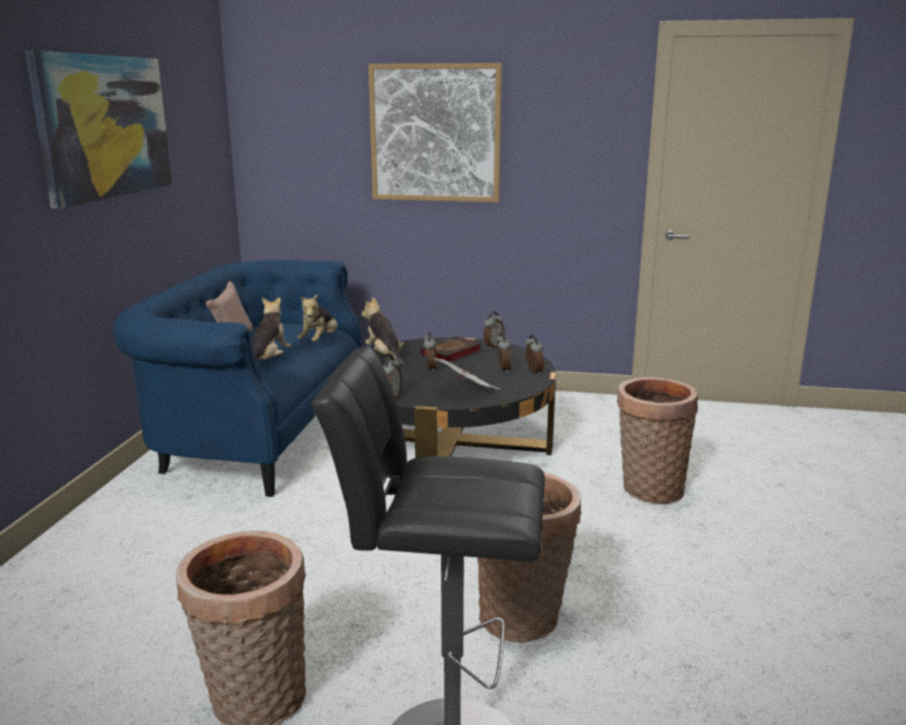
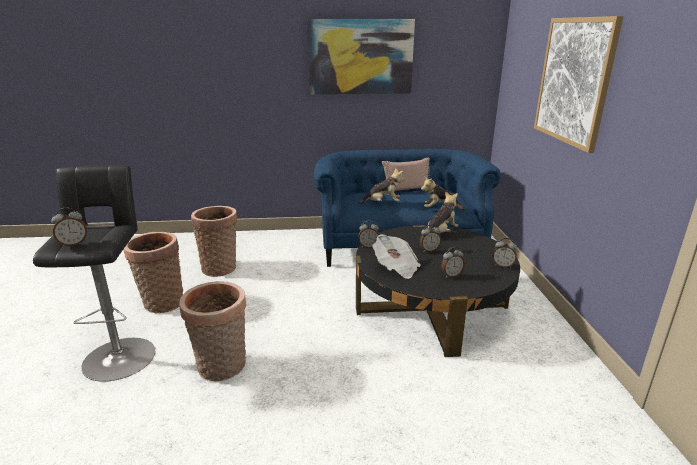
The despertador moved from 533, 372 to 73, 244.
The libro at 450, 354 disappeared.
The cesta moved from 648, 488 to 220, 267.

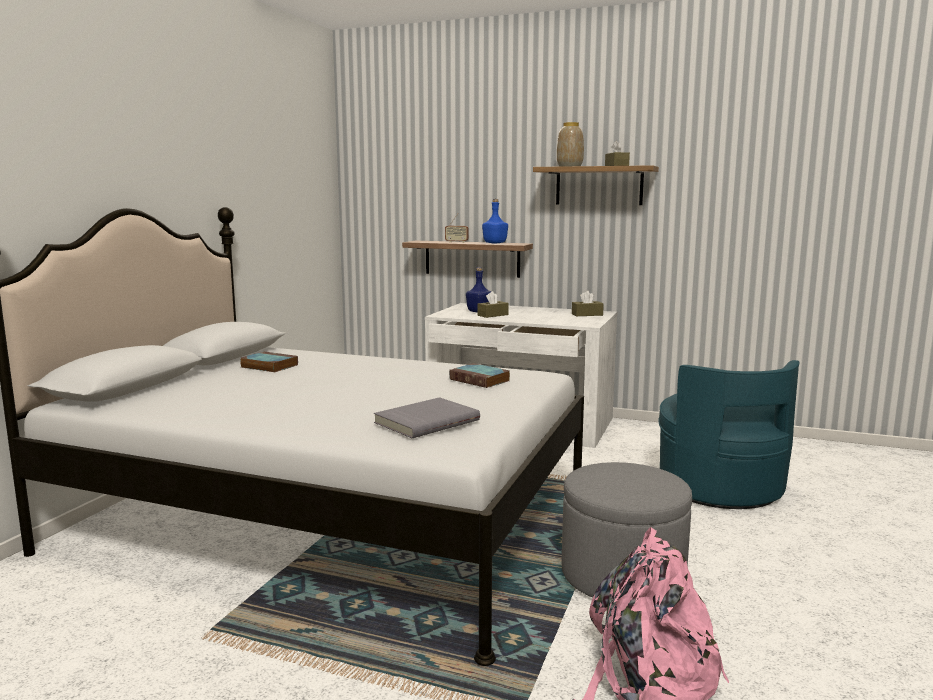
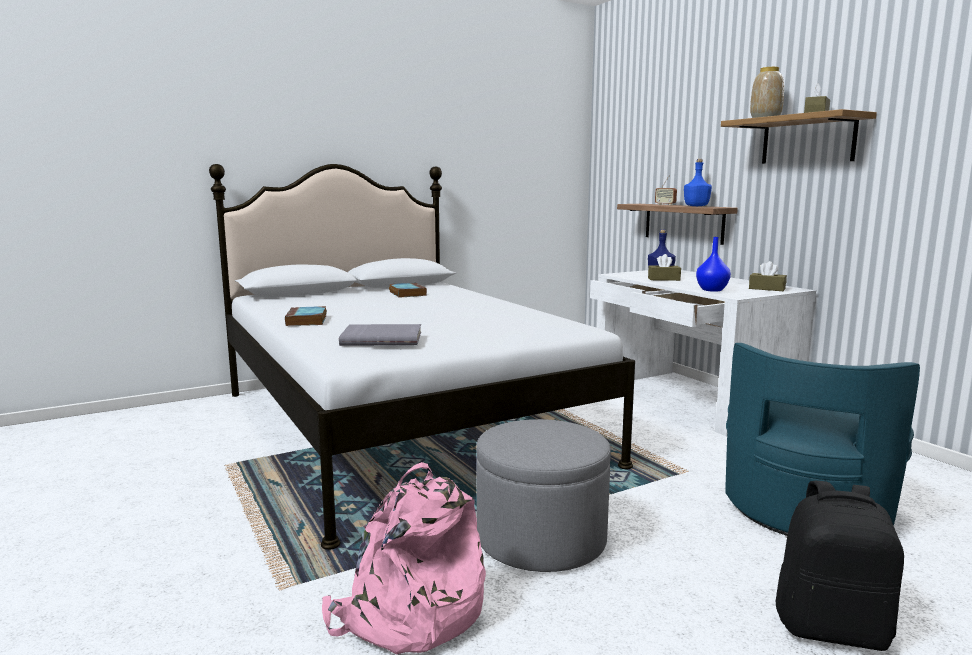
The libro moved from 481, 380 to 307, 321.
The florero (azul) at 712, 290 appeared.
The mochila (negro) at 832, 628 appeared.

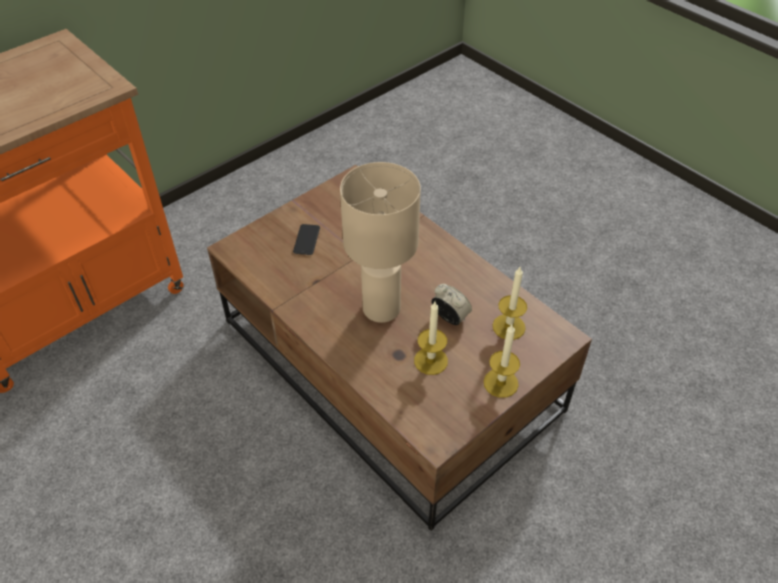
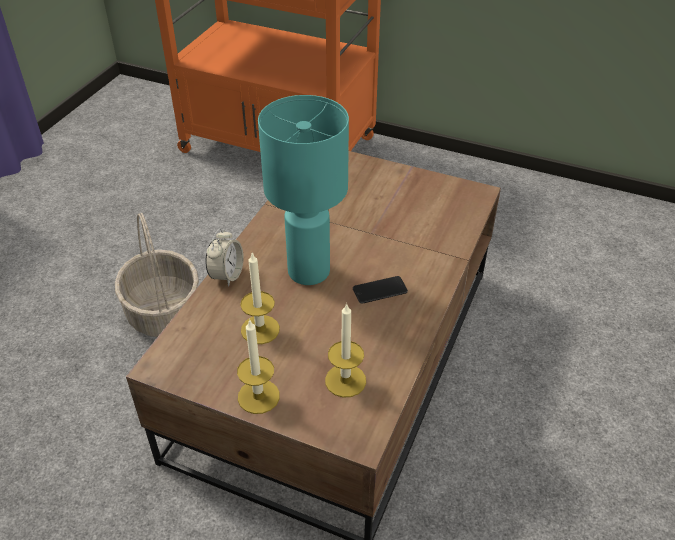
The lámpara de mesa (beis) at 380, 308 became the lámpara de mesa (turquesa) at 308, 270.
The móvil moved from 306, 240 to 380, 290.
The despertador moved from 450, 318 to 227, 275.
The cesta at 163, 312 appeared.

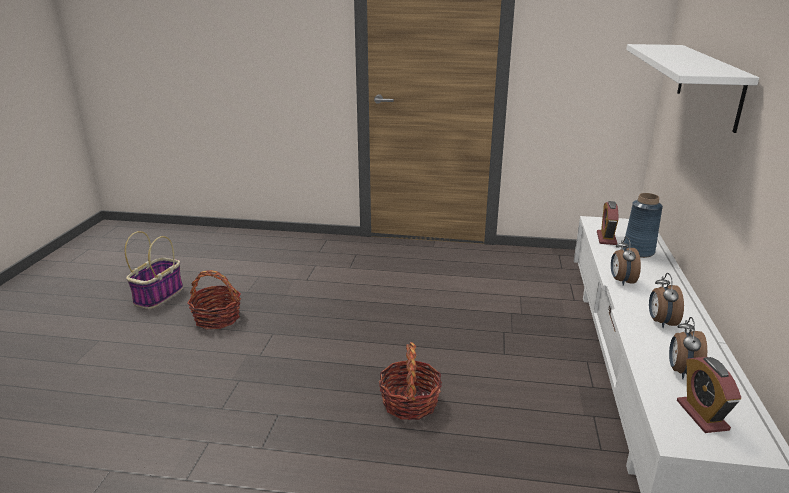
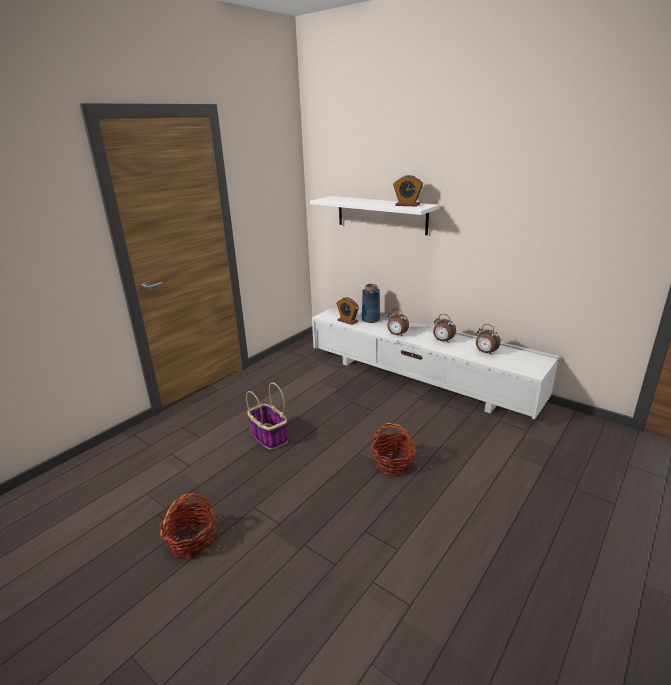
The cesta moved from 159, 295 to 268, 436.
The despertador moved from 702, 415 to 407, 205.

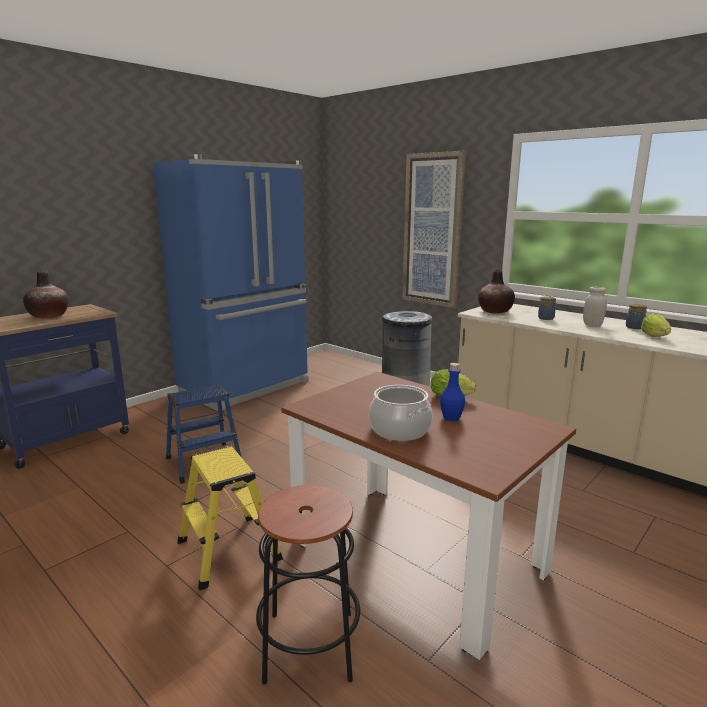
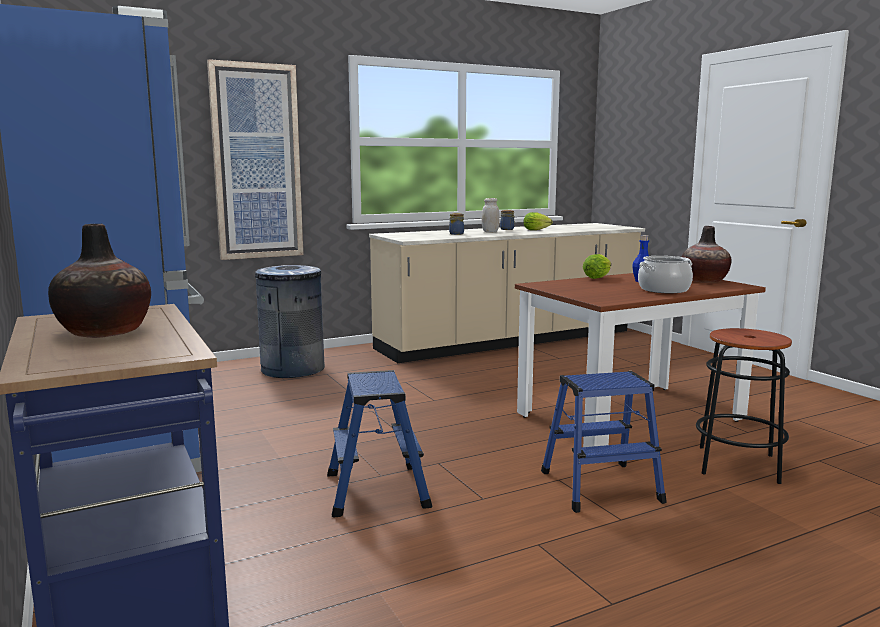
The florero moved from 494, 311 to 704, 281.
The escalera de tijera (amarillo) at 228, 550 became the escalera de tijera (azul) at 600, 486.

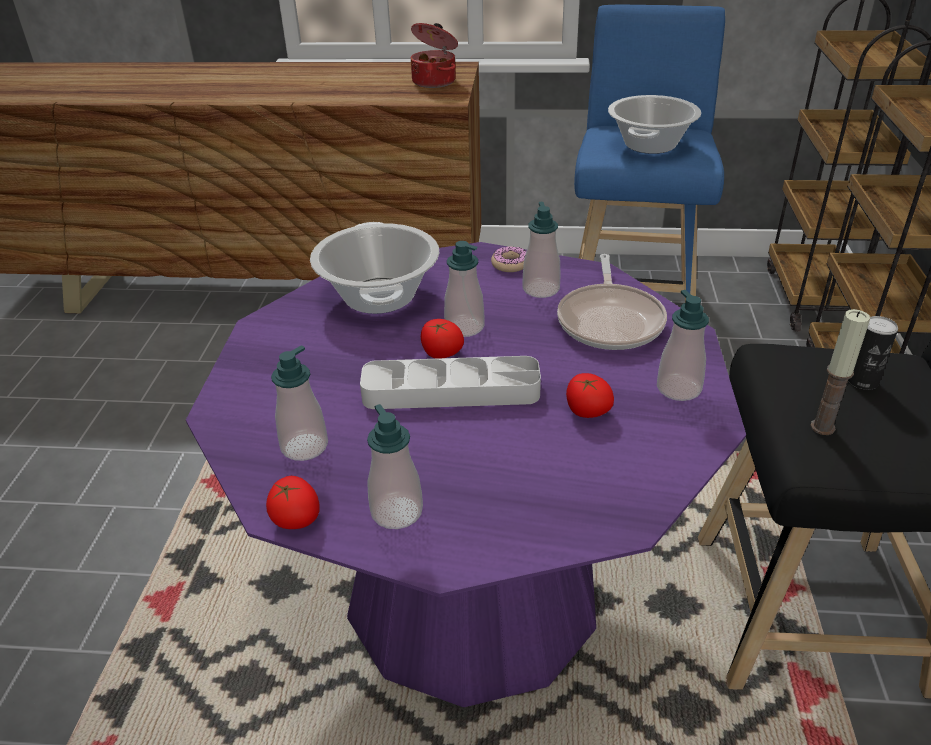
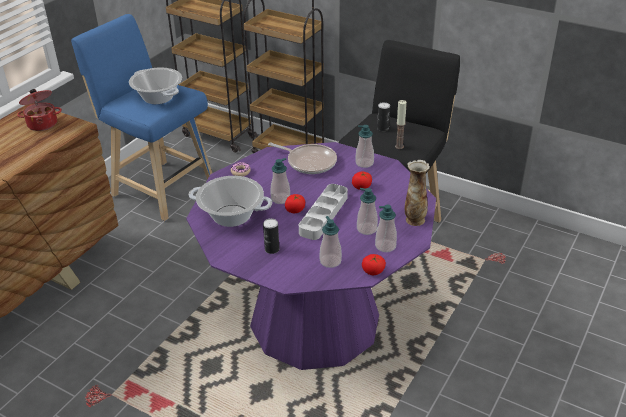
The dispensador de jabón moved from 541, 289 to 367, 229.
The florero at 414, 219 appeared.
The lata at 272, 249 appeared.

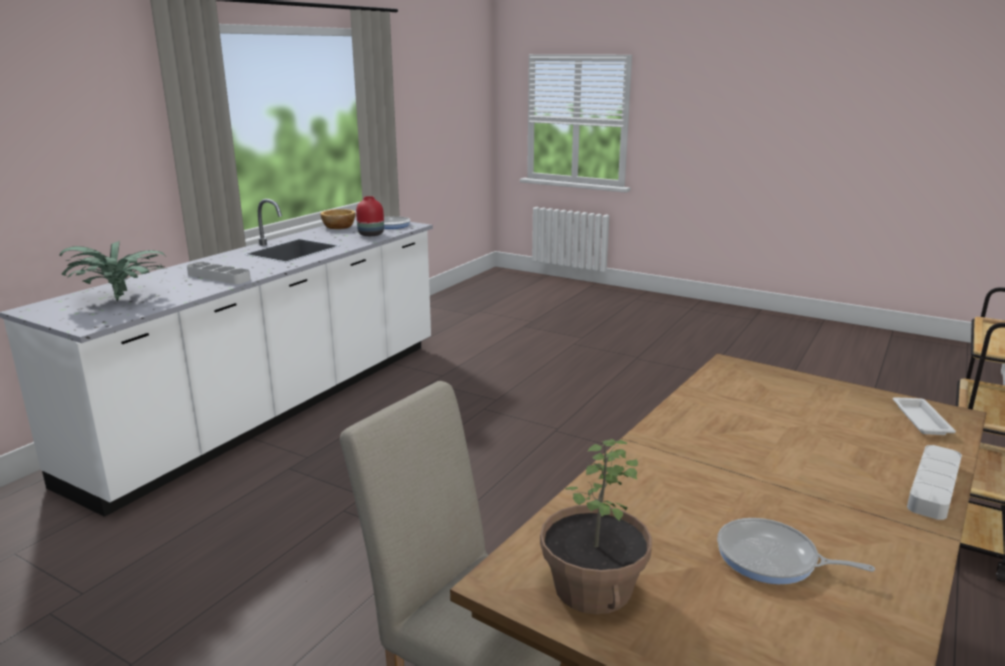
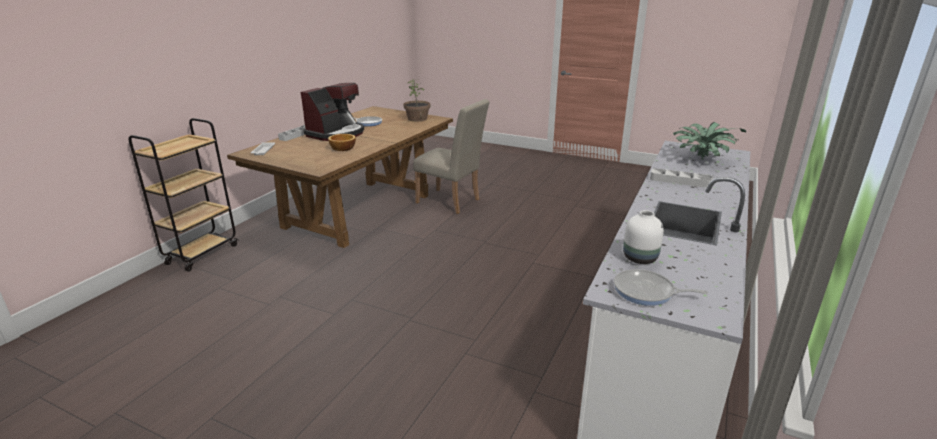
The florero (rojo) at 371, 235 became the florero (blanco) at 639, 258.
The cuenco moved from 339, 227 to 342, 148.
The cafetera at 336, 133 appeared.

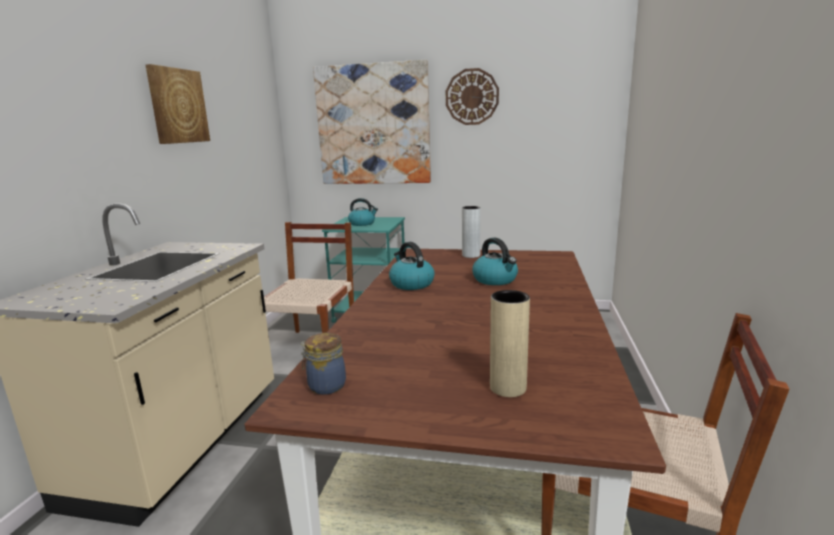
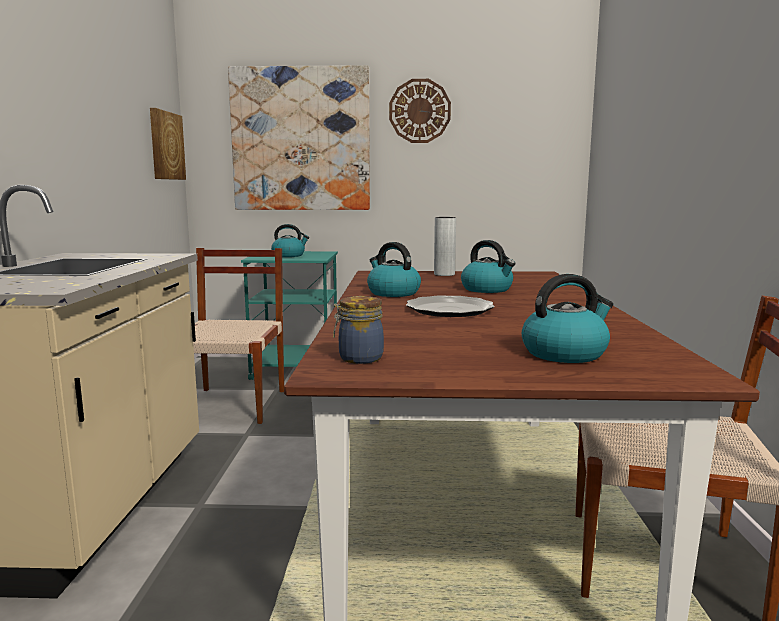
The cuadro moved from 177, 106 to 166, 146.
The florero (beis) at 508, 388 was replaced by the hervidor at 565, 353.
The plato at 450, 310 appeared.

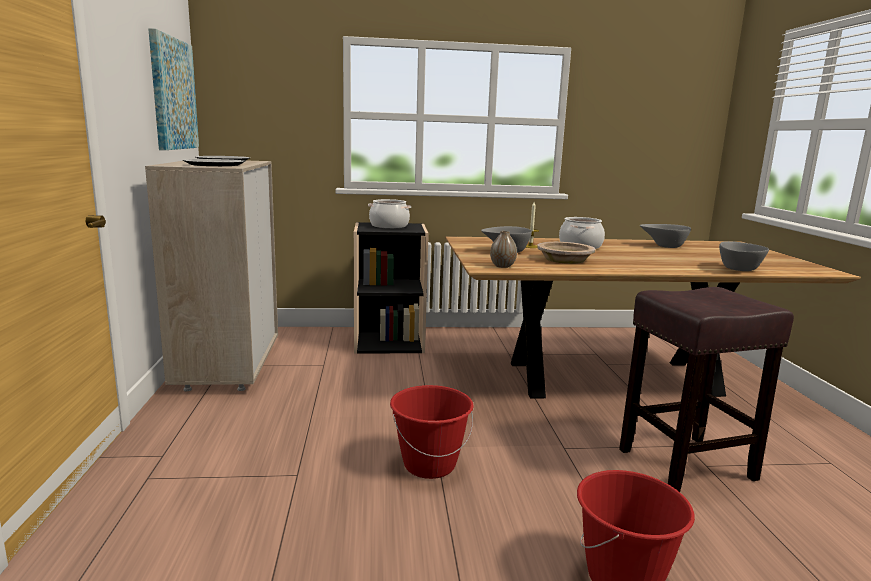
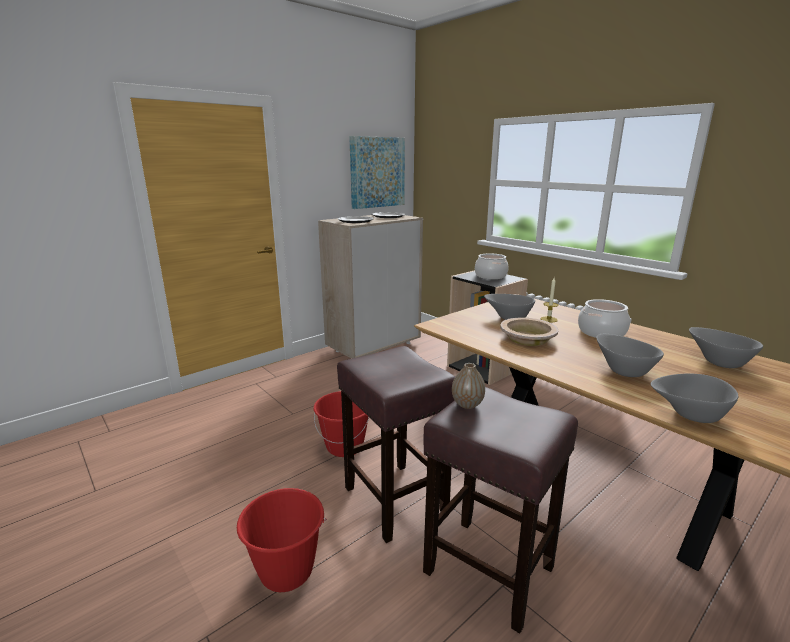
The florero moved from 502, 266 to 467, 404.
The cuenco (gris) at 622, 370 appeared.
The taburete (marrón) at 394, 498 appeared.

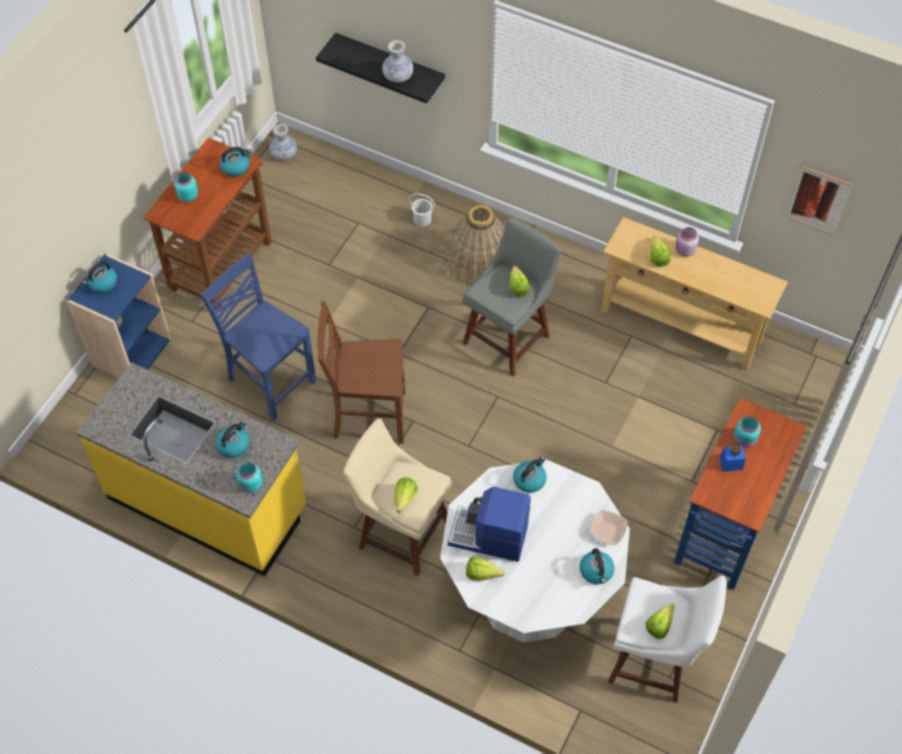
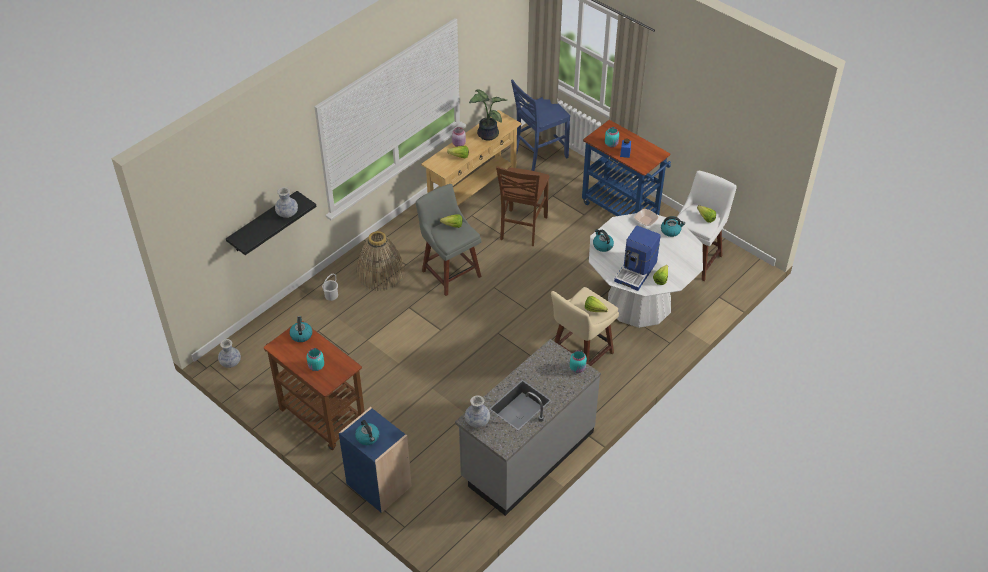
The cuadro at 819, 200 disappeared.
The silla (azul) moved from 270, 380 to 539, 155.
The silla (marrón) moved from 367, 416 to 522, 228.
The mueble bajo de cocina (amarillo) at 208, 502 became the mueble bajo de cocina (gris) at 527, 455.
The hervidor at 234, 445 disappeared.
The planta en maceta at 486, 134 appeared.
The florero at 477, 421 appeared.

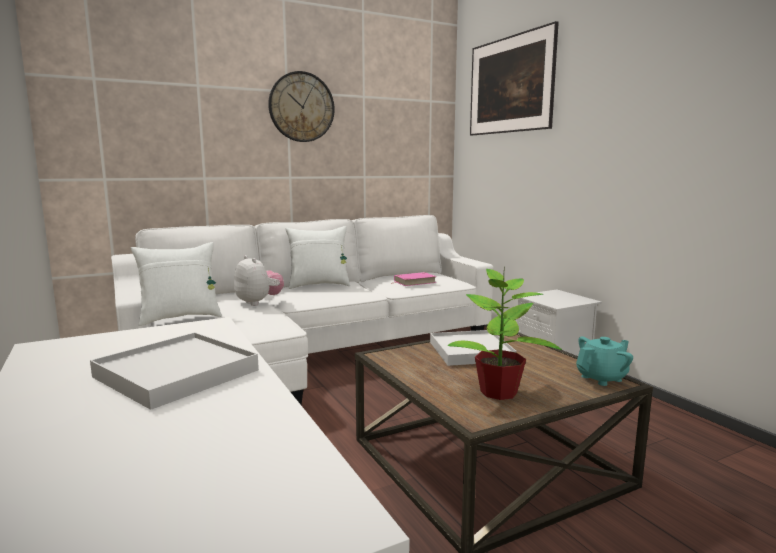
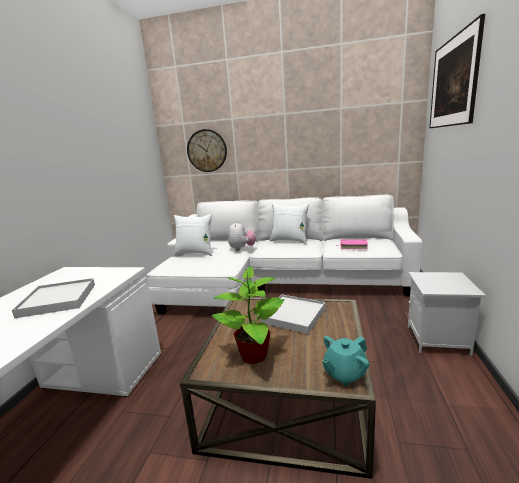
The reloj de pared moved from 301, 107 to 207, 151.
The tetera (turquesa) at 602, 378 turned 135 degrees clockwise.

